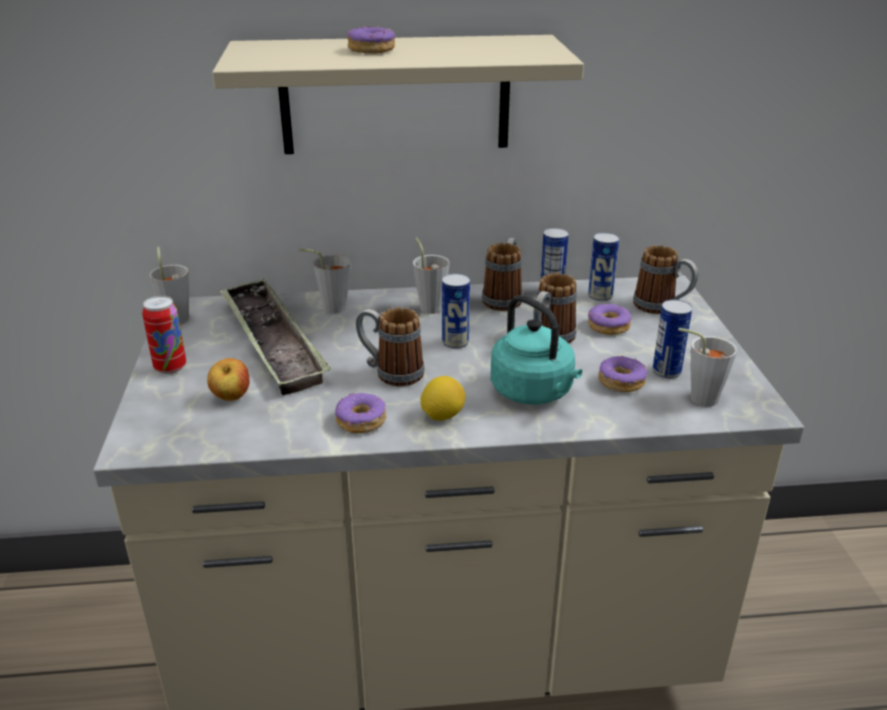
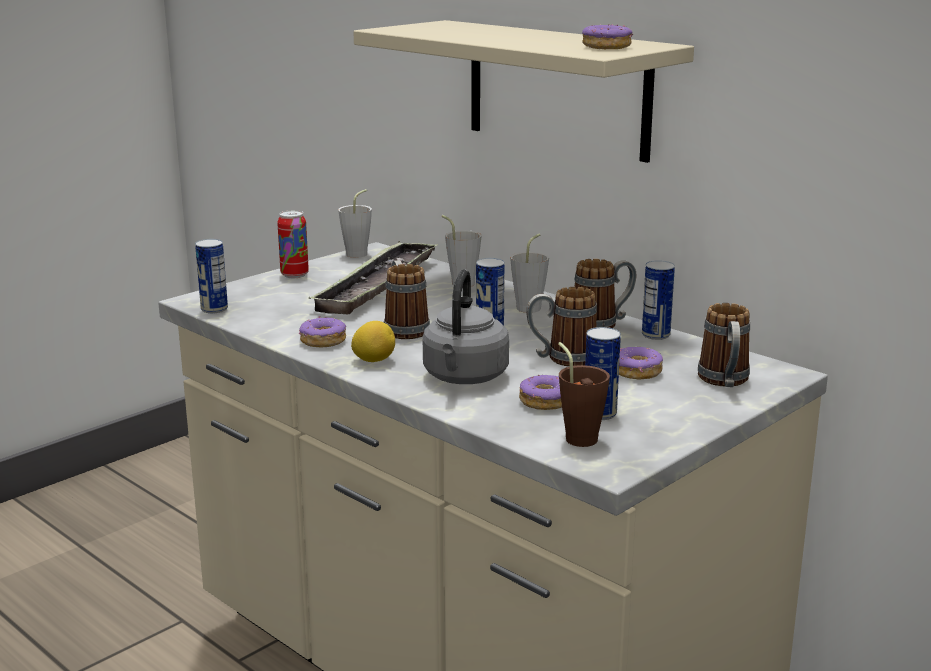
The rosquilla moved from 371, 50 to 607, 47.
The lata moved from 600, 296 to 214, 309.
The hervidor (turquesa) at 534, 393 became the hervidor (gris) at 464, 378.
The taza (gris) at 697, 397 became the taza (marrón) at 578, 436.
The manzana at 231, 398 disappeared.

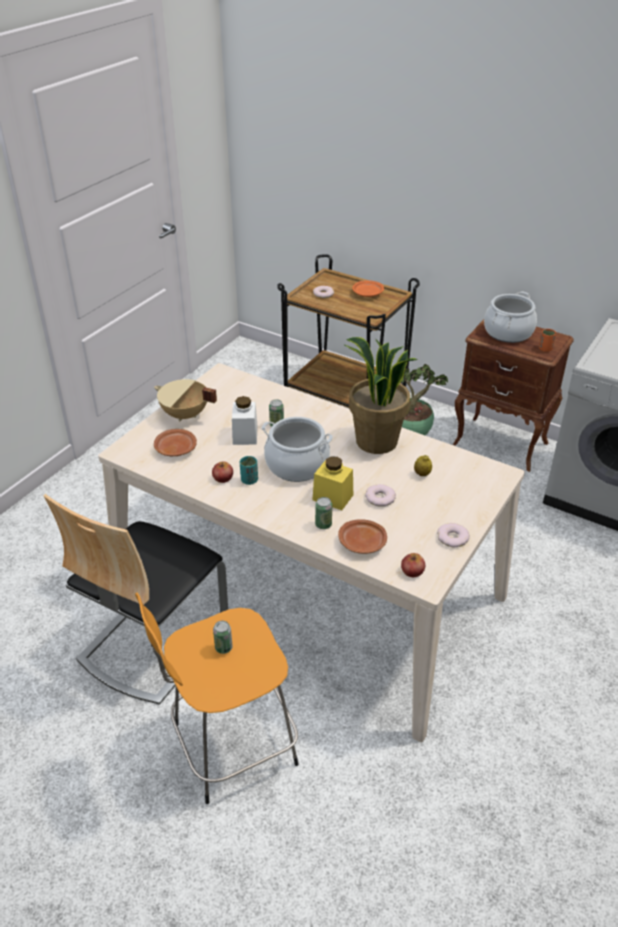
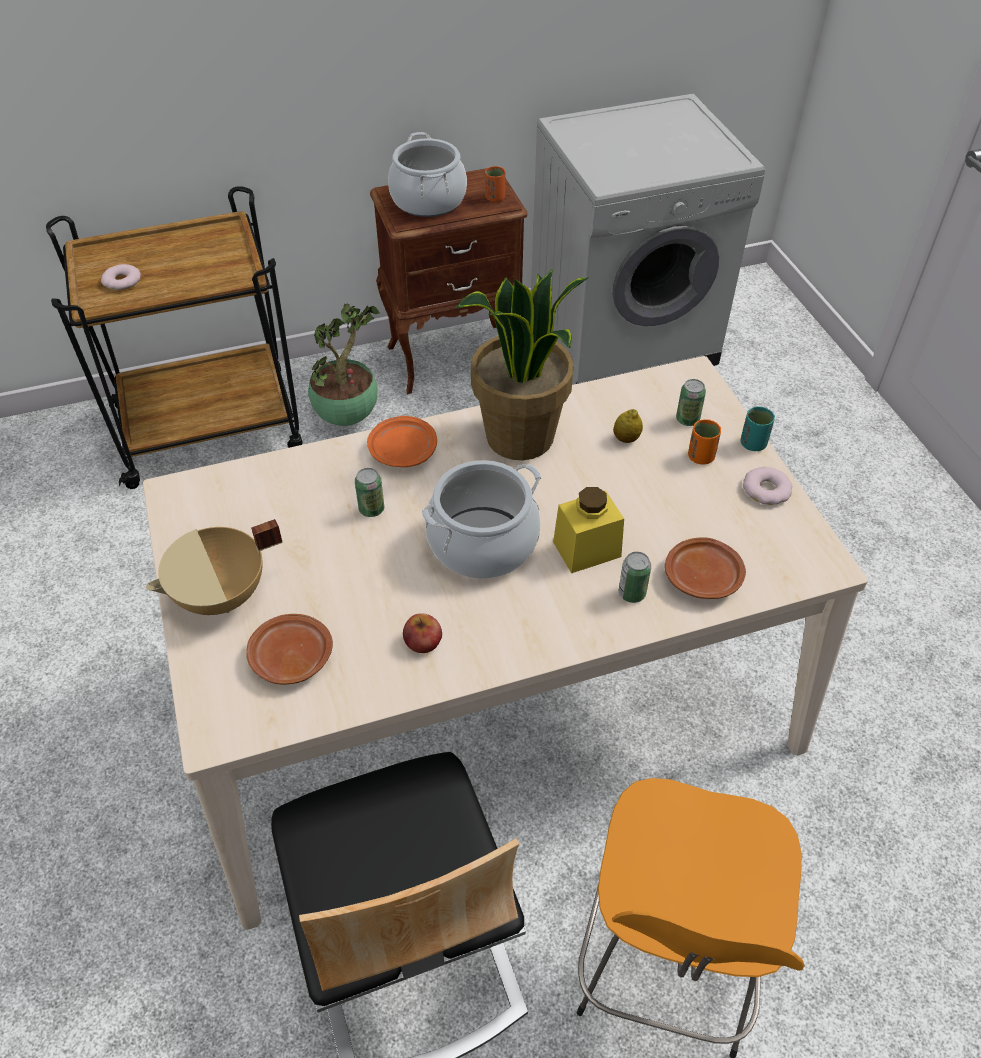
The plato (naranja) moved from 368, 293 to 402, 450.
The tarro (blanco) at 245, 435 disappeared.
The taza (turquesa) moved from 249, 480 to 753, 444.
The rosquilla at 380, 498 disappeared.
The manzana at 412, 571 disappeared.
The lata moved from 223, 648 to 687, 419.
The taza (naranja) at 700, 457 appeared.

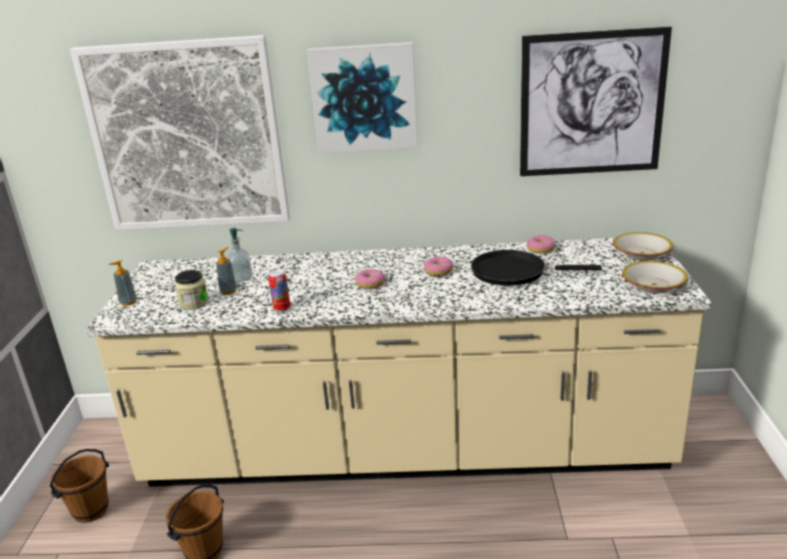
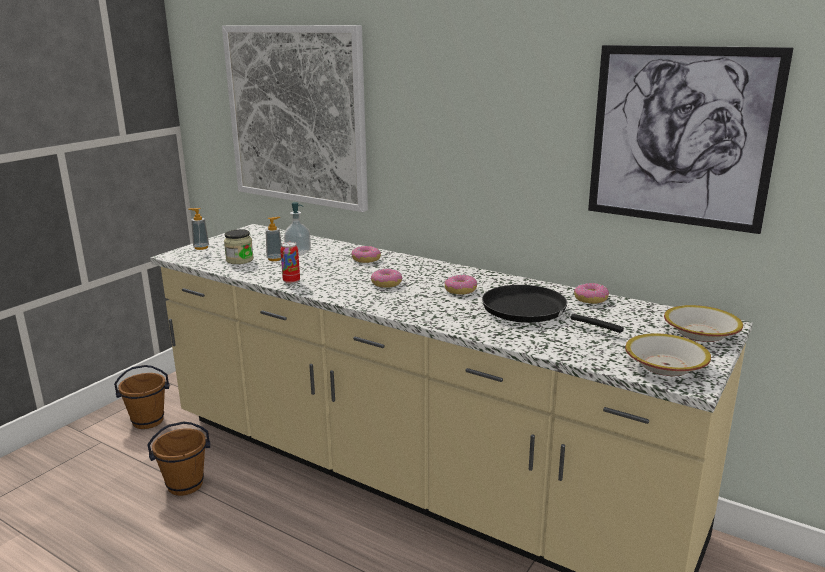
The cuadro at 364, 98 disappeared.
The rosquilla at 366, 259 appeared.

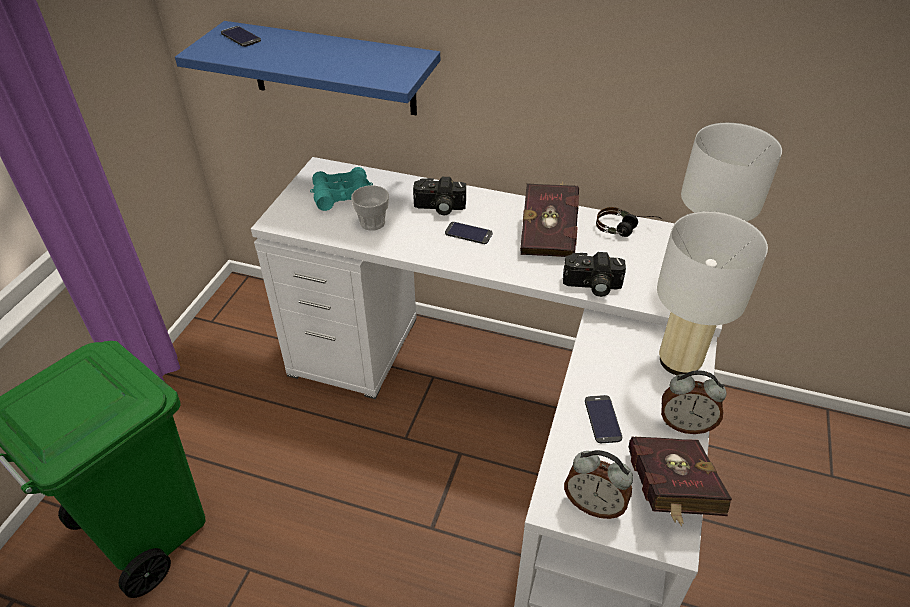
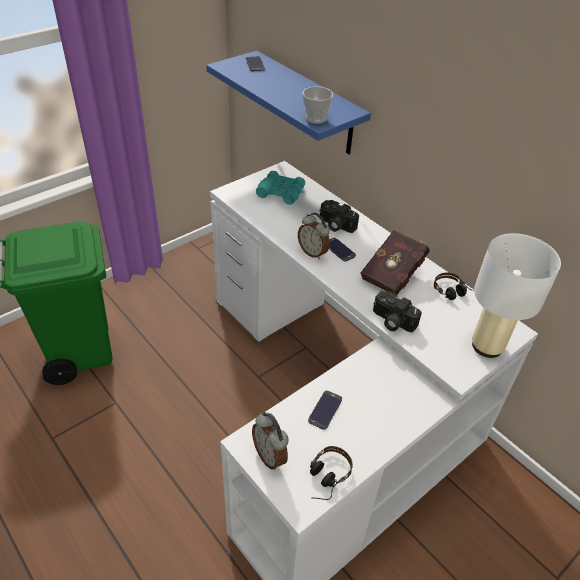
The taza moved from 372, 223 to 316, 118.
The lámpara de mesa (blanco) at 679, 360 disappeared.
The despertador moved from 685, 424 to 313, 252.
The libro (rojo) at 669, 494 was replaced by the auriculares at 324, 479.

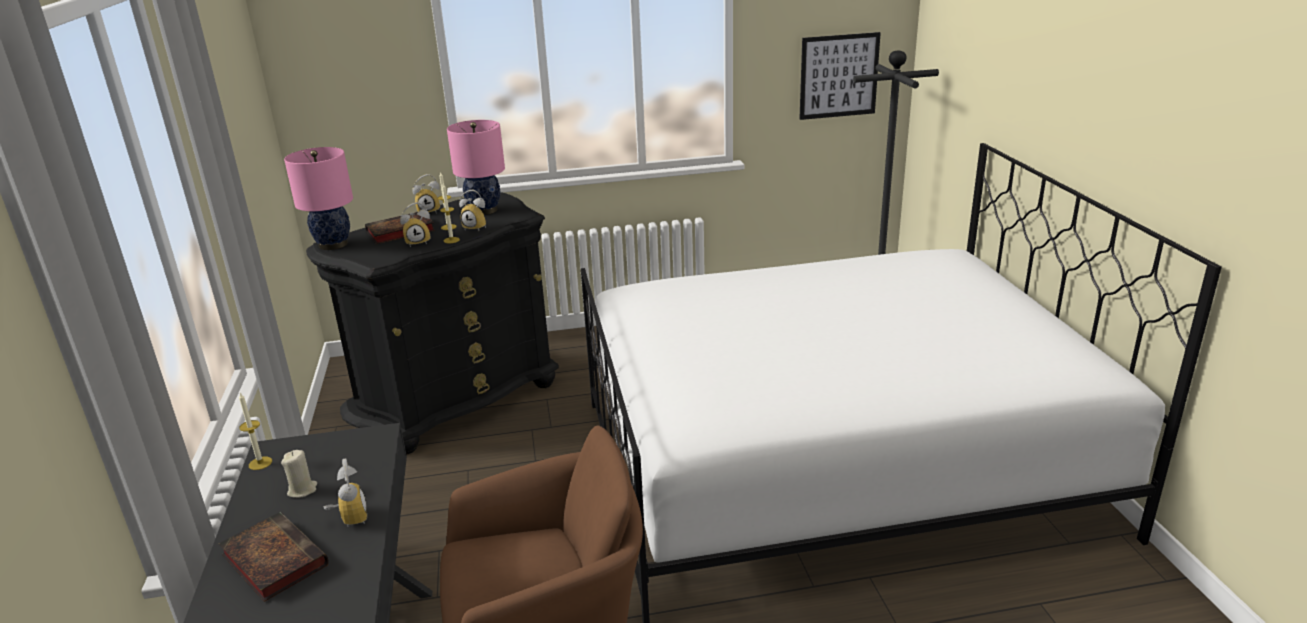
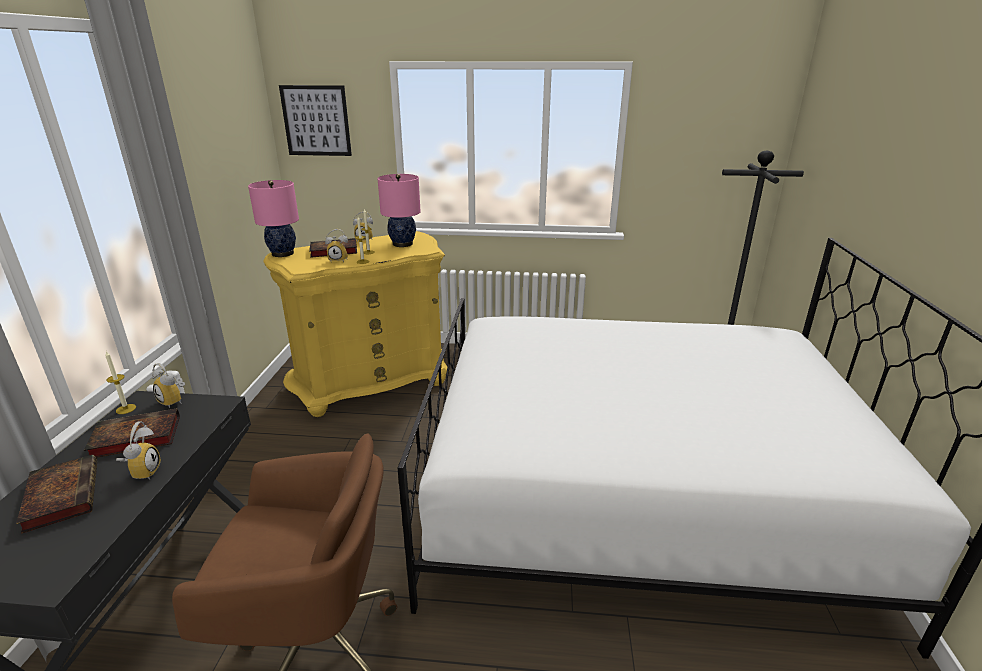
The cuadro moved from 839, 76 to 316, 121.
The despertador moved from 477, 227 to 175, 401.
The cómoda (negro) at 459, 401 became the cómoda (amarillo) at 372, 384.
The vela (beis) at 302, 490 was replaced by the libro at 133, 438.

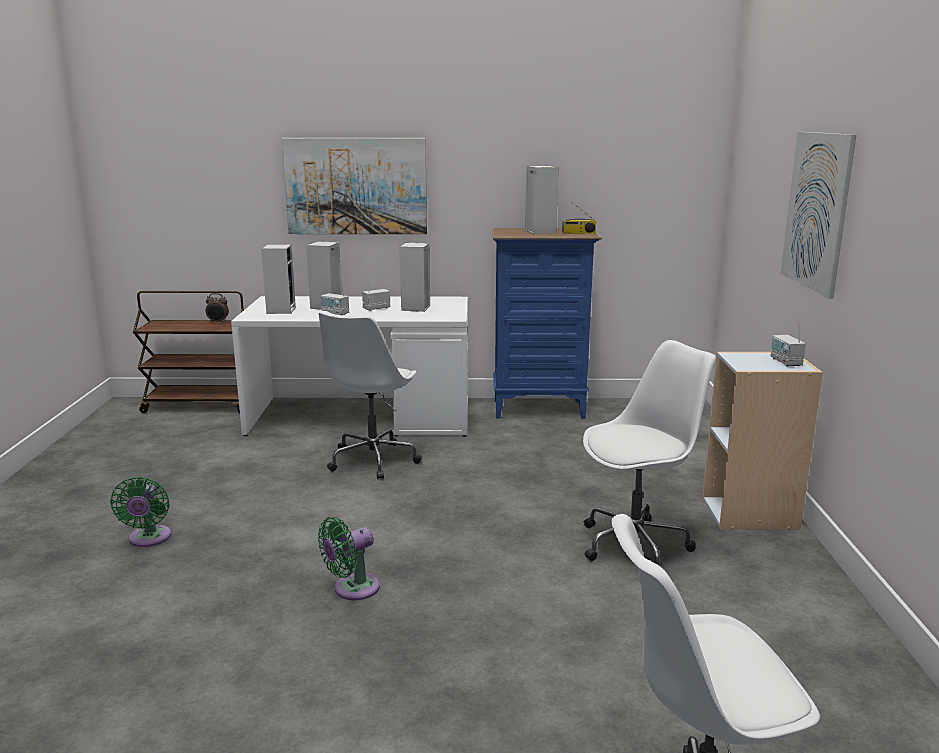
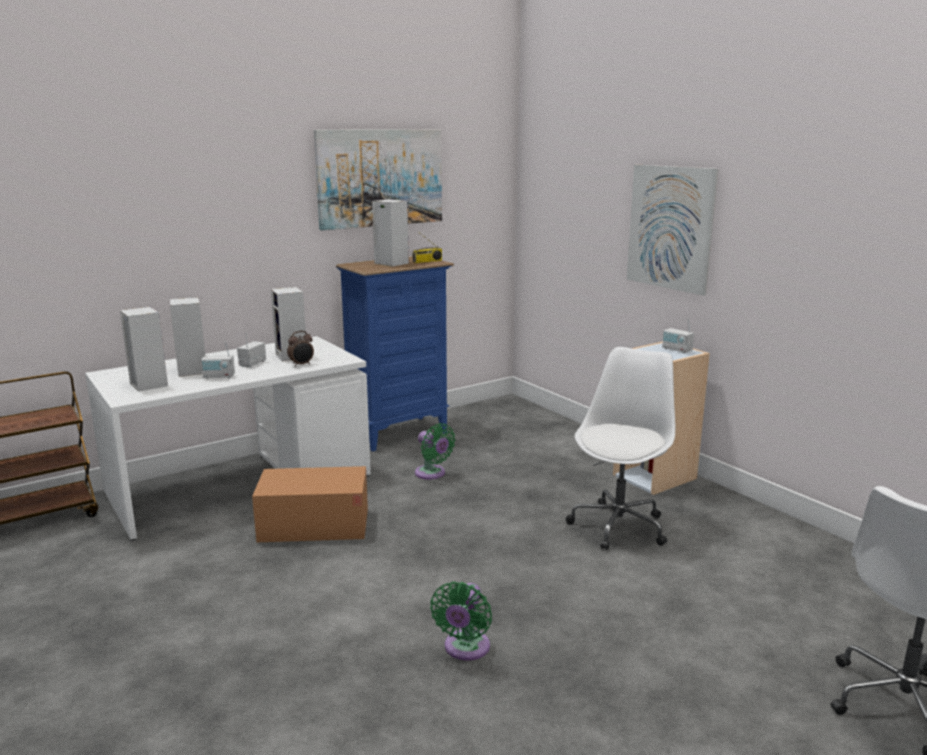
The cuadro moved from 356, 186 to 380, 178.
The despertador moved from 218, 322 to 301, 364.
The silla de oficina (blanco) at 372, 461 was replaced by the caja de cartón at 314, 525.
The ventilador (verde) moved from 149, 539 to 432, 474.

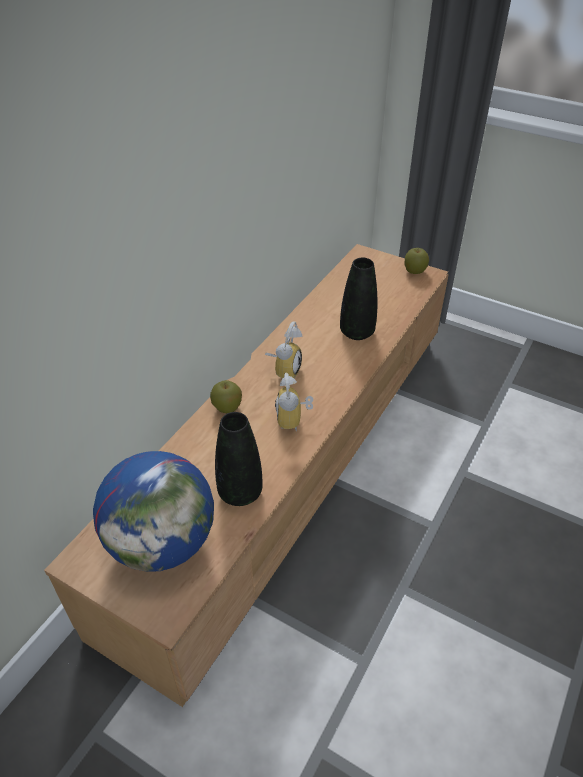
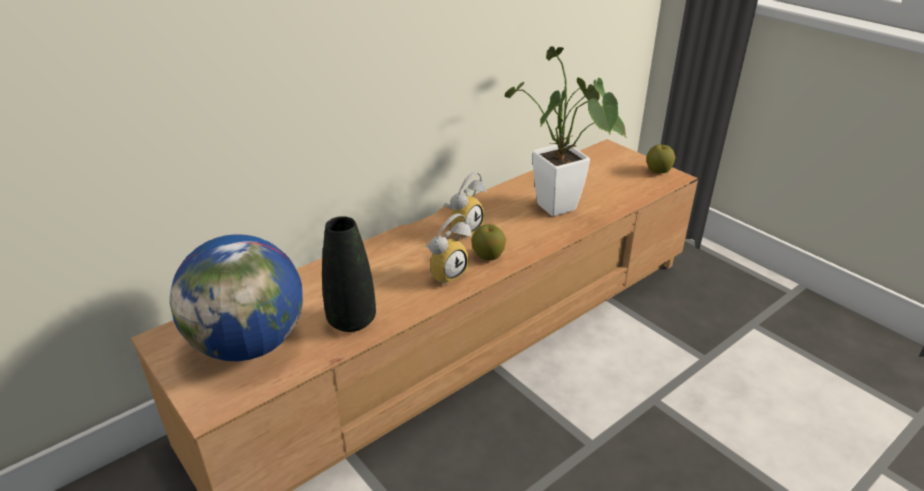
The florero (negro) at 357, 332 was replaced by the planta en maceta at 561, 212.
The despertador at 294, 421 turned 150 degrees counterclockwise.
The manzana moved from 227, 407 to 488, 256.

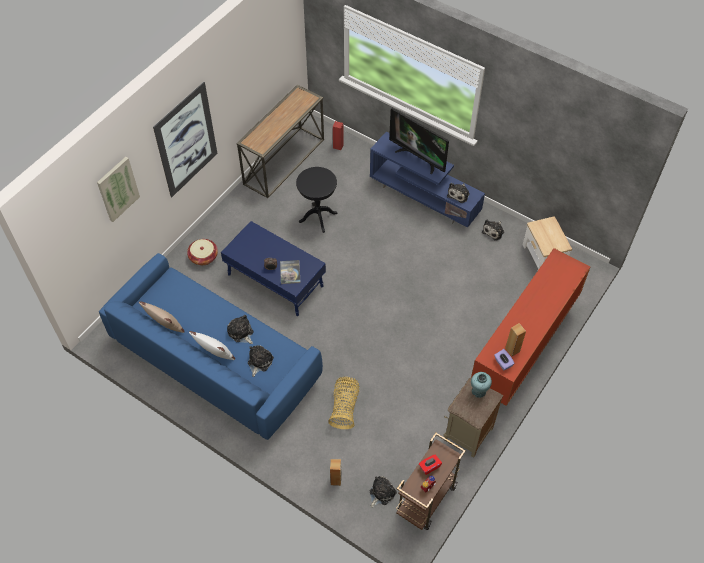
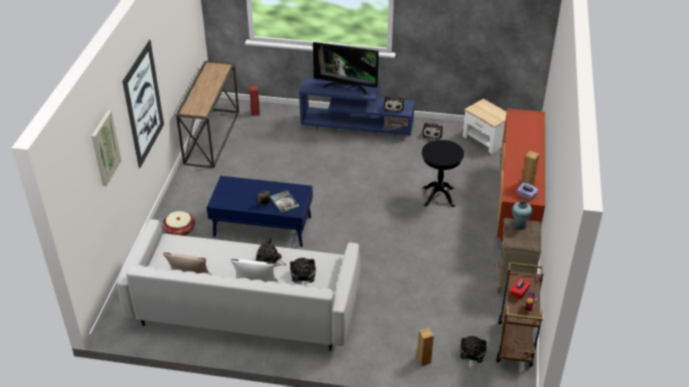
The mesa auxiliar (negro) moved from 318, 217 to 438, 196.
The sofá (azul) at 215, 361 became the sofá (blanco) at 245, 307.
The cesta at 344, 407 disappeared.

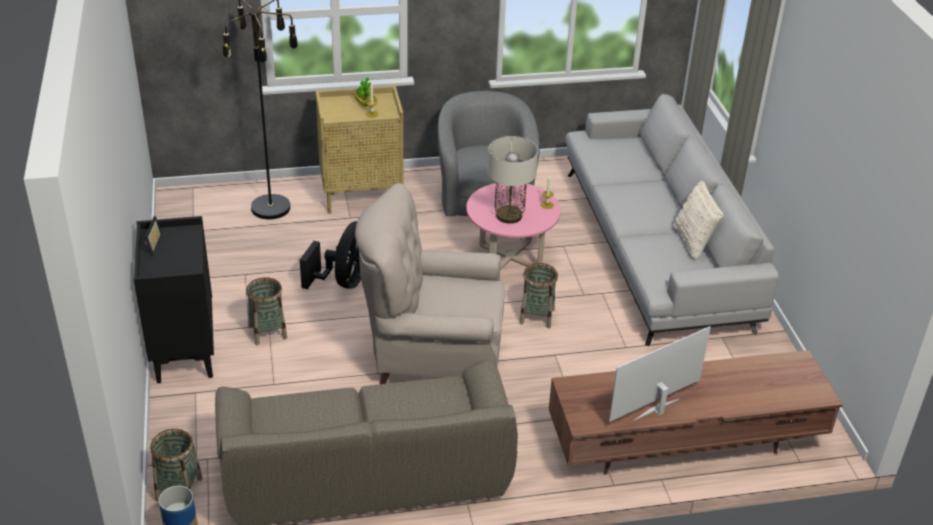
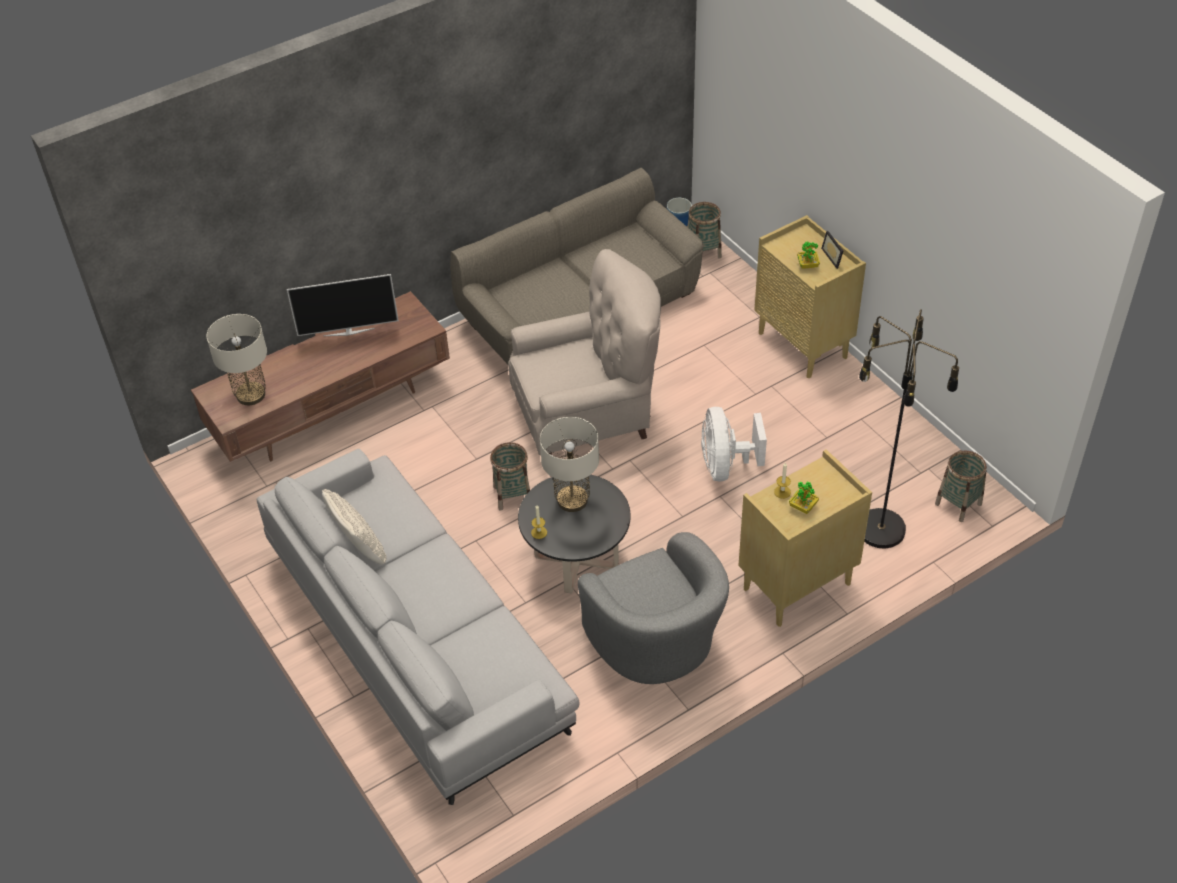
The mesa de centro (rosa) at 510, 257 became the mesa de centro (negro) at 576, 561.
The armario (negro) at 184, 351 became the armario (beis) at 803, 345.
The ventilador (negro) at 345, 281 became the ventilador (blanco) at 725, 466.
The cesta moved from 267, 332 to 958, 504.
The televisor at 657, 410 turned 45 degrees clockwise.
The planta en maceta at 807, 265 appeared.
The lámpara de mesa at 251, 395 appeared.

